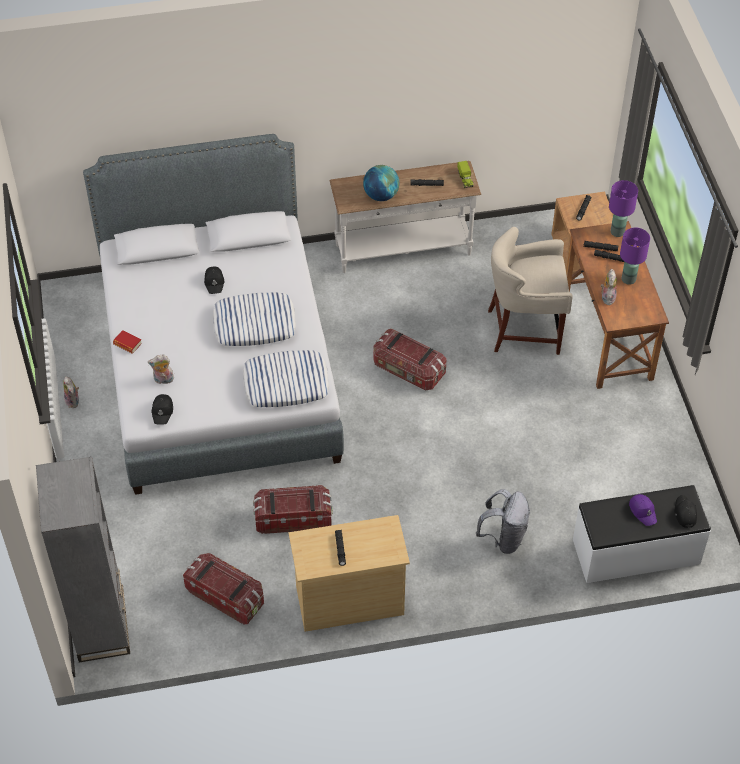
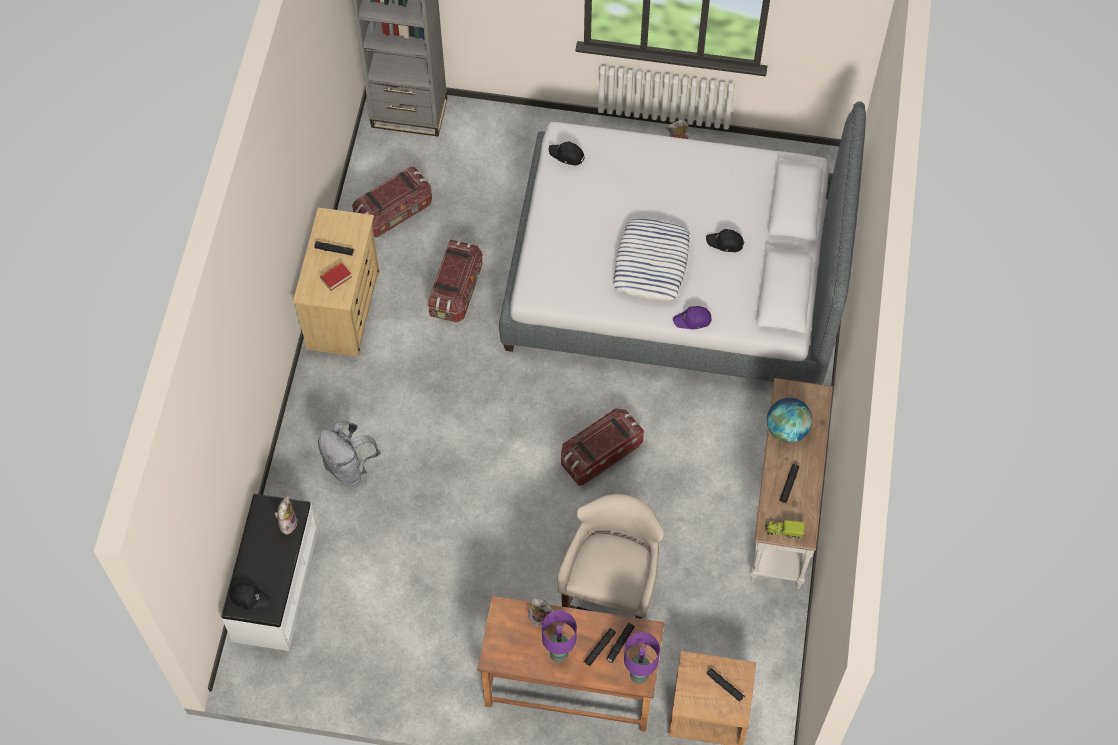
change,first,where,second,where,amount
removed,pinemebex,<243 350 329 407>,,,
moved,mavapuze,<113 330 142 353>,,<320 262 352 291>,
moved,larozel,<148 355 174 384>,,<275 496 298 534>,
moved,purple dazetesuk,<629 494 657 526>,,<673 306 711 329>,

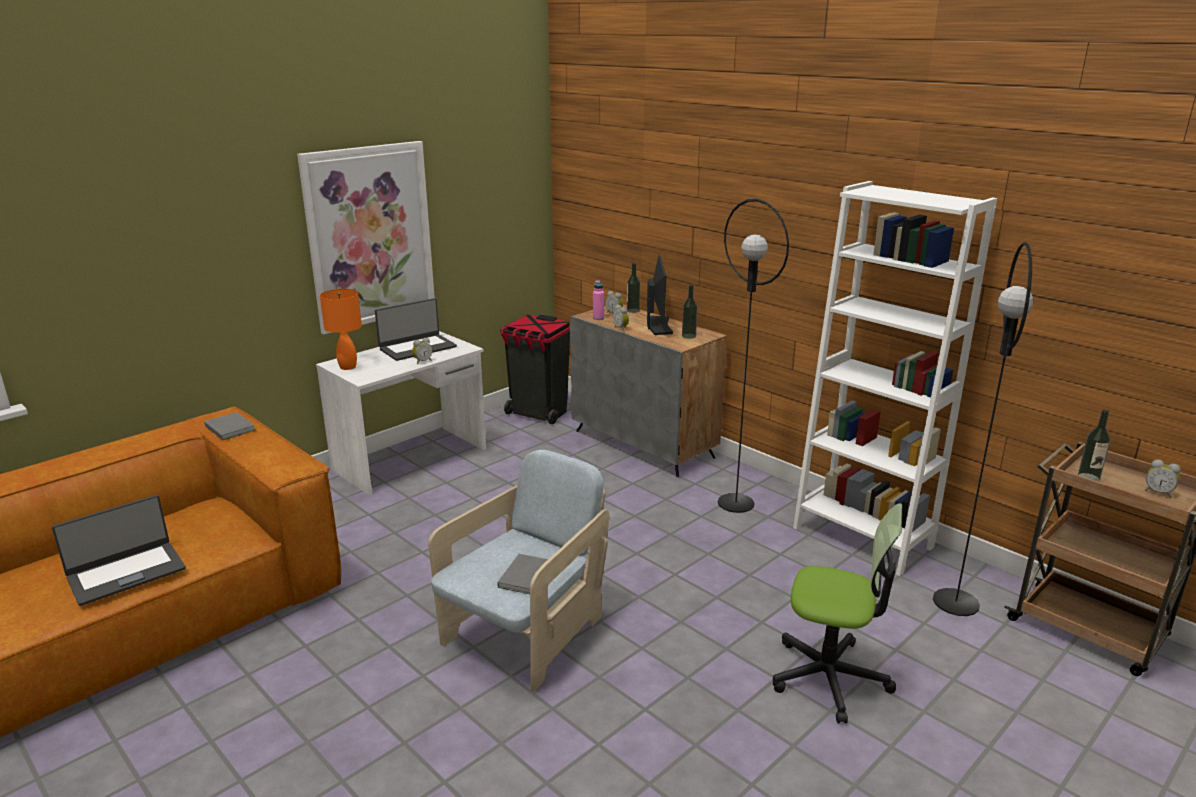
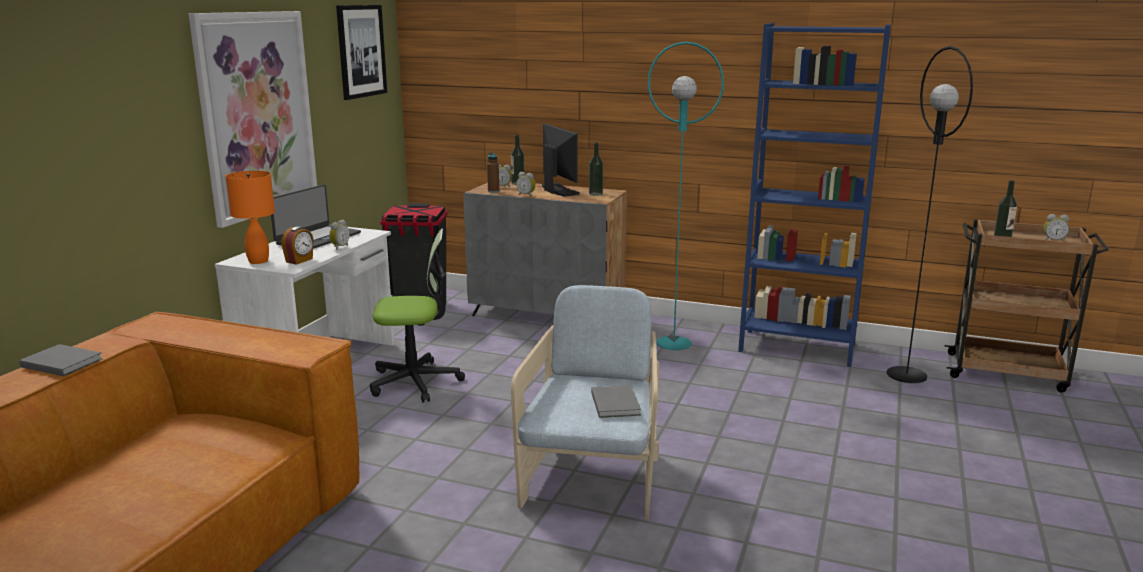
change,first,where,second,where,amount
removed,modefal,<52 495 186 606>,,,
added,,,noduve,<281 226 314 265>,
added,,,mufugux,<336 5 387 100>,
moved,grey mavapuze,<204 412 255 440>,,<19 344 103 376>,
moved,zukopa,<773 503 903 724>,,<370 228 465 402>,
recoloured,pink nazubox,<593 280 604 320>,brown nazubox,<487 152 499 193>,
recoloured,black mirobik,<718 199 789 513>,turquoise mirobik,<648 42 724 350>,
recoloured,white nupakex,<793 181 997 576>,blue nupakex,<738 23 891 367>,

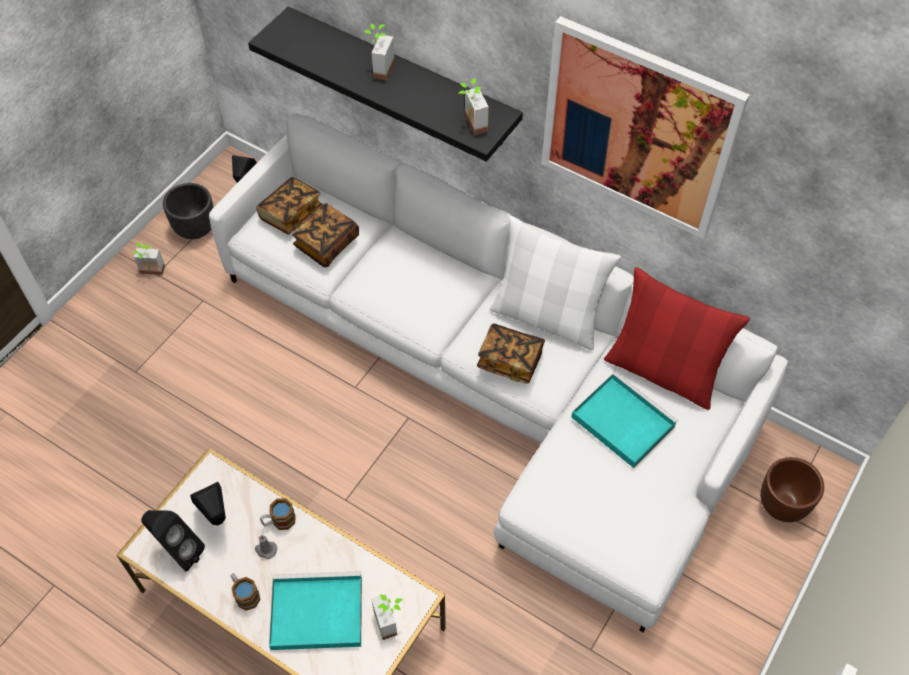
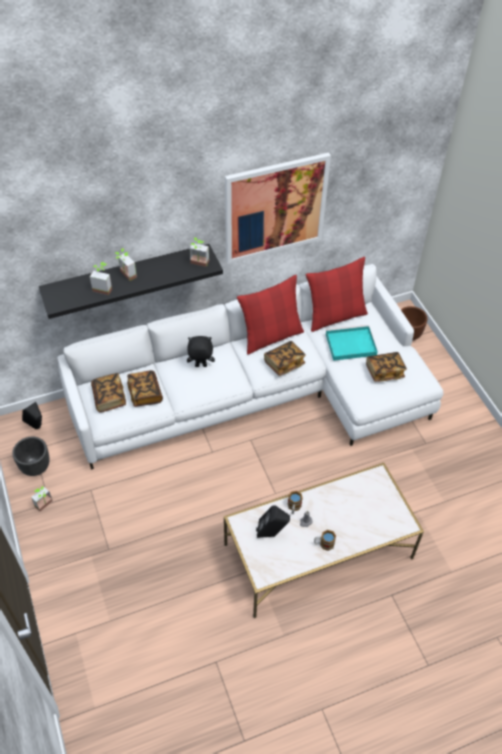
change,first,where,second,where,amount
removed,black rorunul,<141 510 205 572>,,,
removed,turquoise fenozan,<269 571 362 650>,,,
added,,,black larozel,<187 336 215 367>,
added,,,mavapuze,<366 352 407 382>,
moved,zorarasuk,<371 594 403 640>,,<90 262 112 295>,
recoloured,white pinemebex,<490 216 621 350>,red pinemebex,<237 275 304 355>,

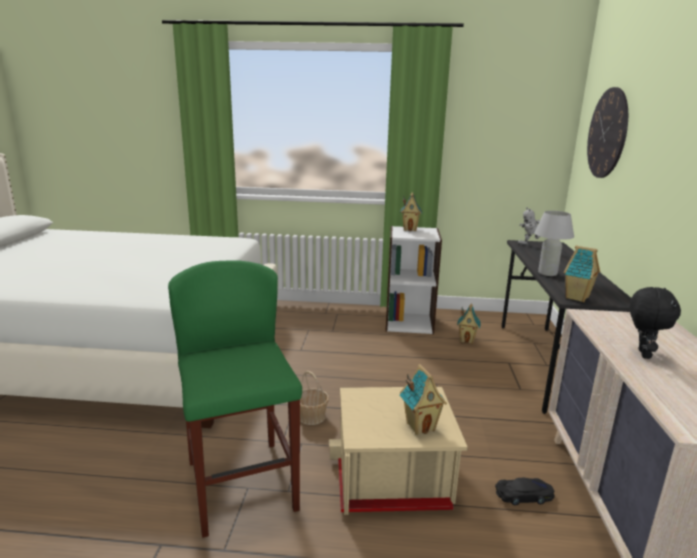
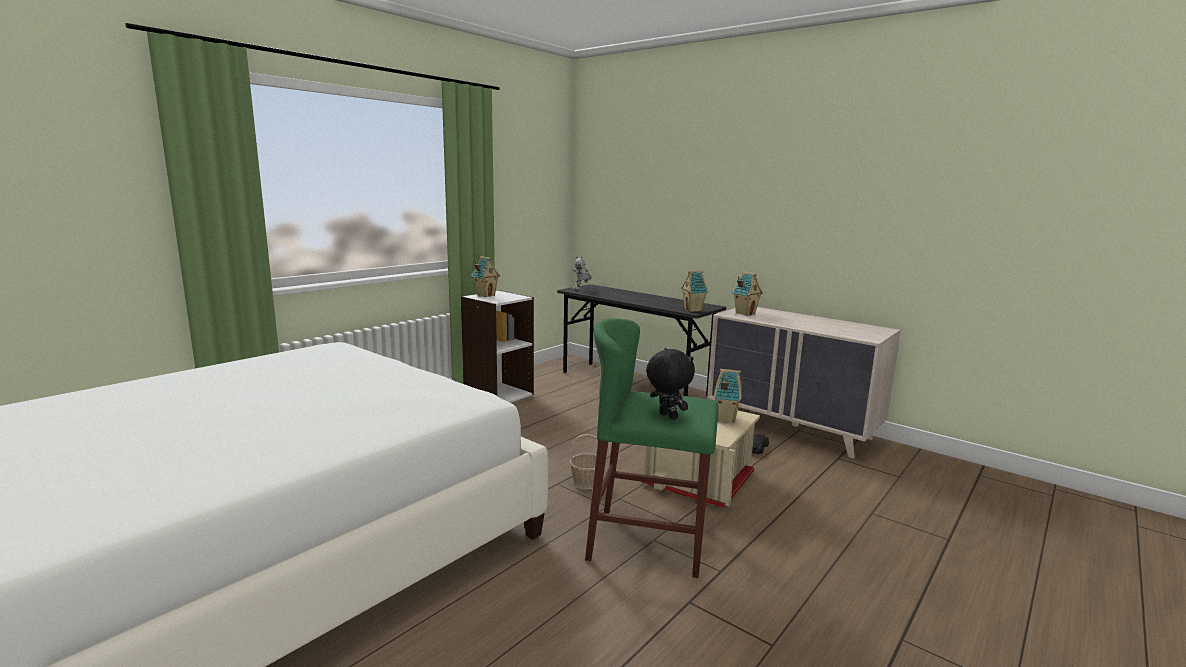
change,first,where,second,where,amount
removed,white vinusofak,<534 211 574 276>,,,
removed,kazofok,<587 87 628 178>,,,
moved,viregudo,<457 303 481 344>,,<732 271 763 316>,
moved,black larozel,<629 287 681 359>,,<646 348 695 420>,

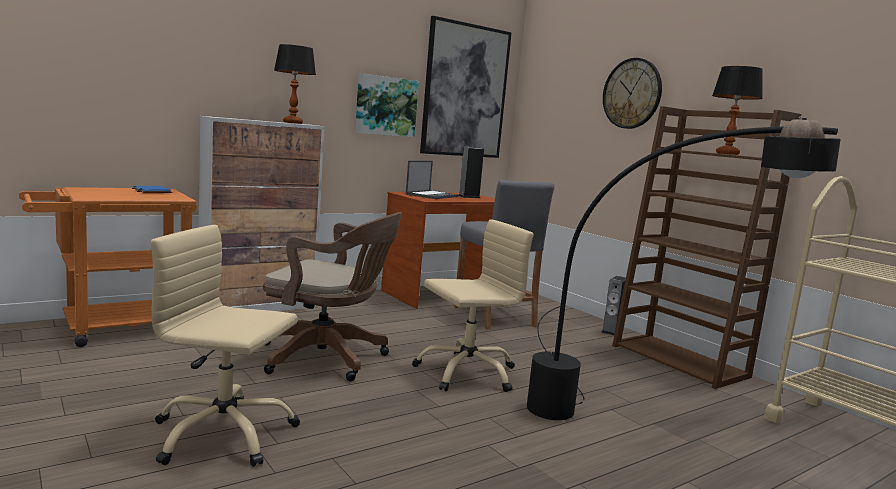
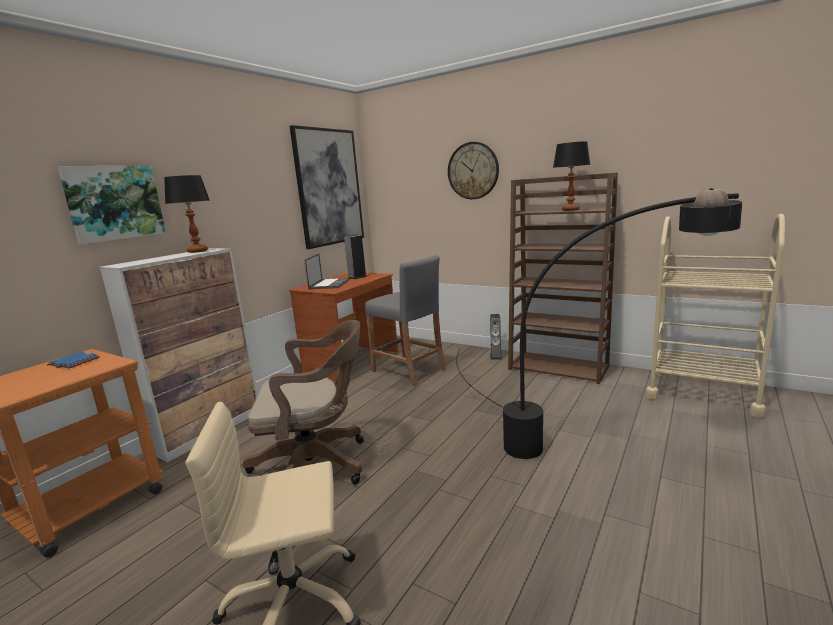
change,first,where,second,where,amount
removed,beige zukopa,<412 219 533 392>,,,
moved,mufugux,<355 73 419 137>,,<58 166 166 244>,

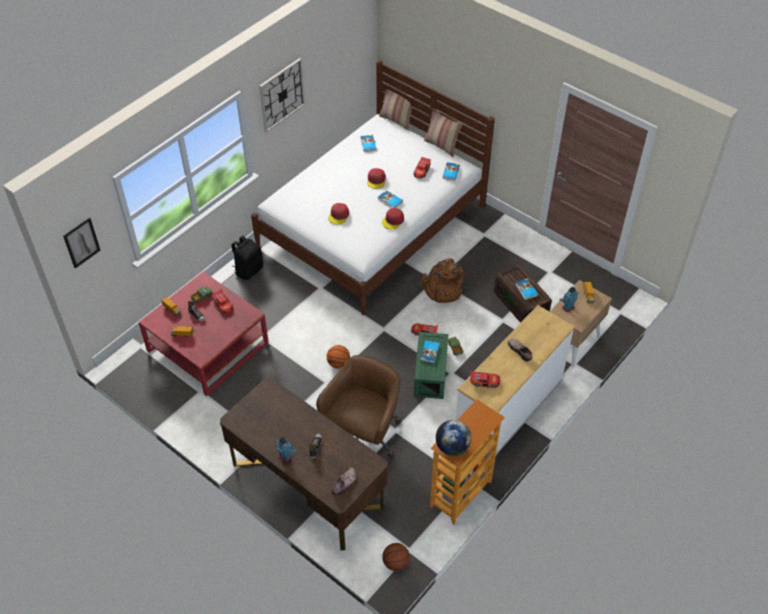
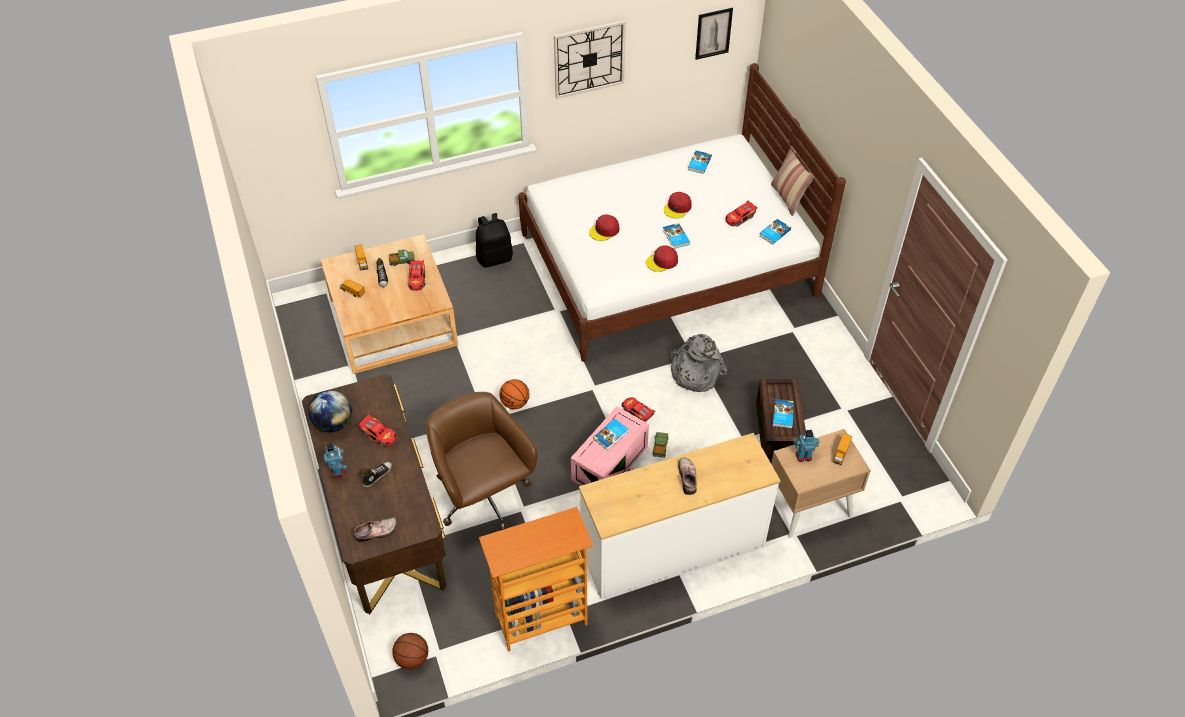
change,first,where,second,where,amount
removed,pinemebex,<379 84 416 130>,,,
moved,mufugux,<63 217 100 269>,,<695 8 733 60>,
moved,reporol,<436 420 471 456>,,<308 390 352 432>,
moved,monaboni,<470 370 500 388>,,<358 414 397 447>,
recoloured,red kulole,<138 272 269 396>,beige kulole,<321 234 458 374>,
recoloured,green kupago,<414 332 448 399>,pink kupago,<571 406 649 486>,
recoloured,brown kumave,<419 258 465 303>,grey kumave,<671 334 728 392>,
turned,brown zukopa,<316 355 401 457>,,<426 392 538 530>,90 degrees counterclockwise

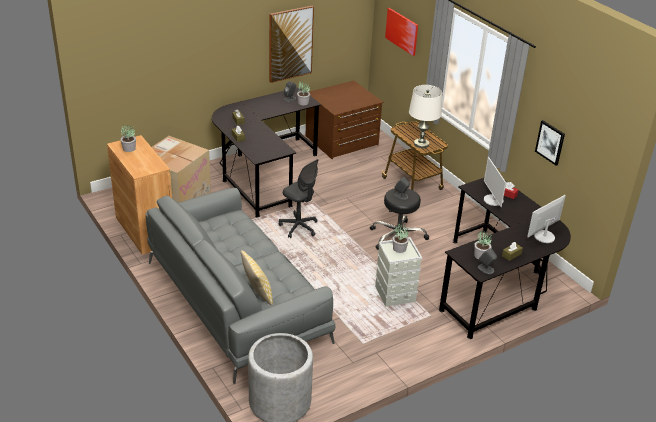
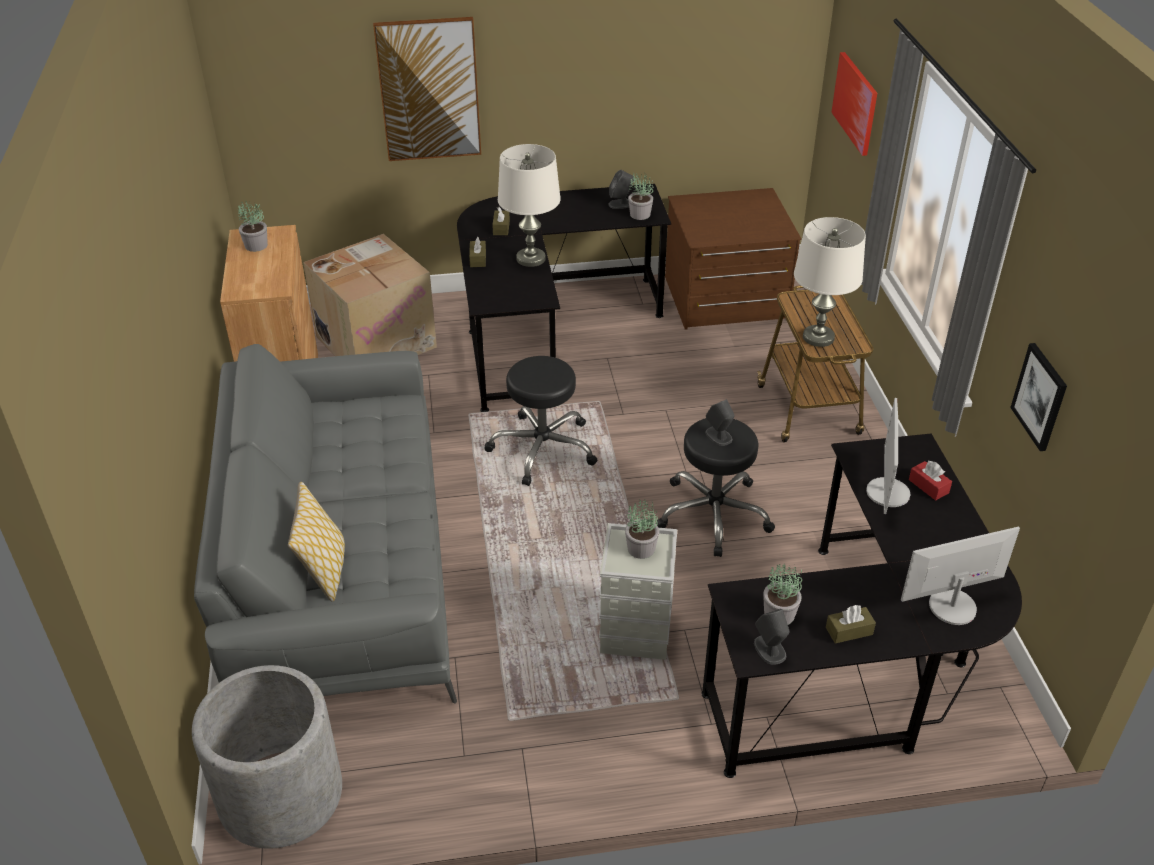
change,first,where,second,where,amount
added,,,white vinusofak,<498 144 561 267>,
moved,mufugux,<269 5 314 83>,,<373 17 481 161>,
replaced,grey zukopa,<279 159 319 238>,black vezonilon,<484 356 598 486>,

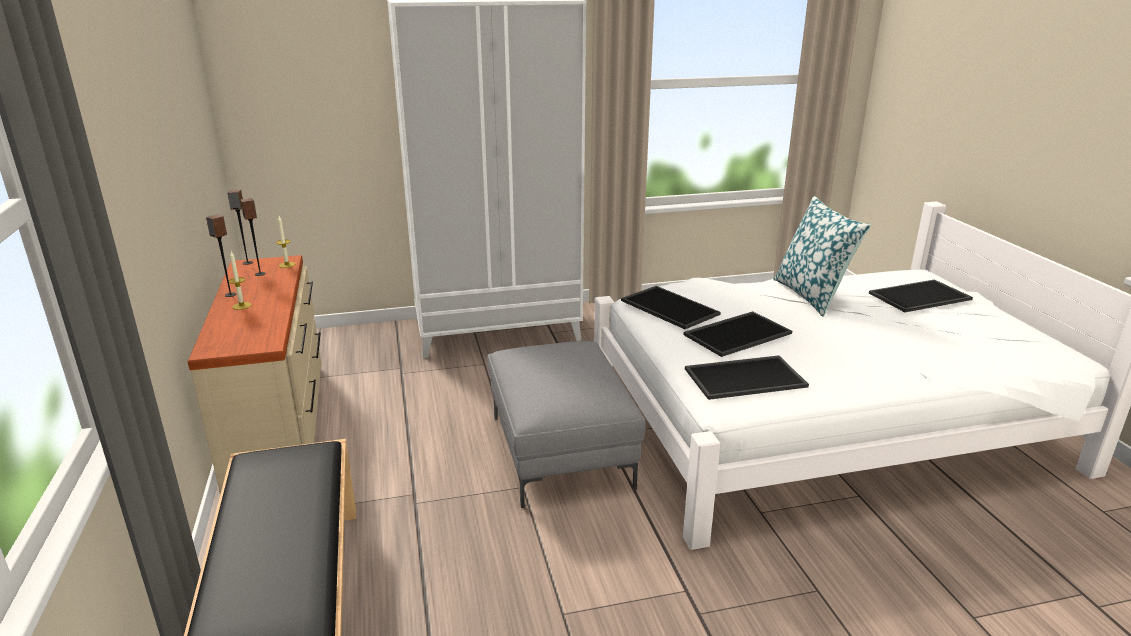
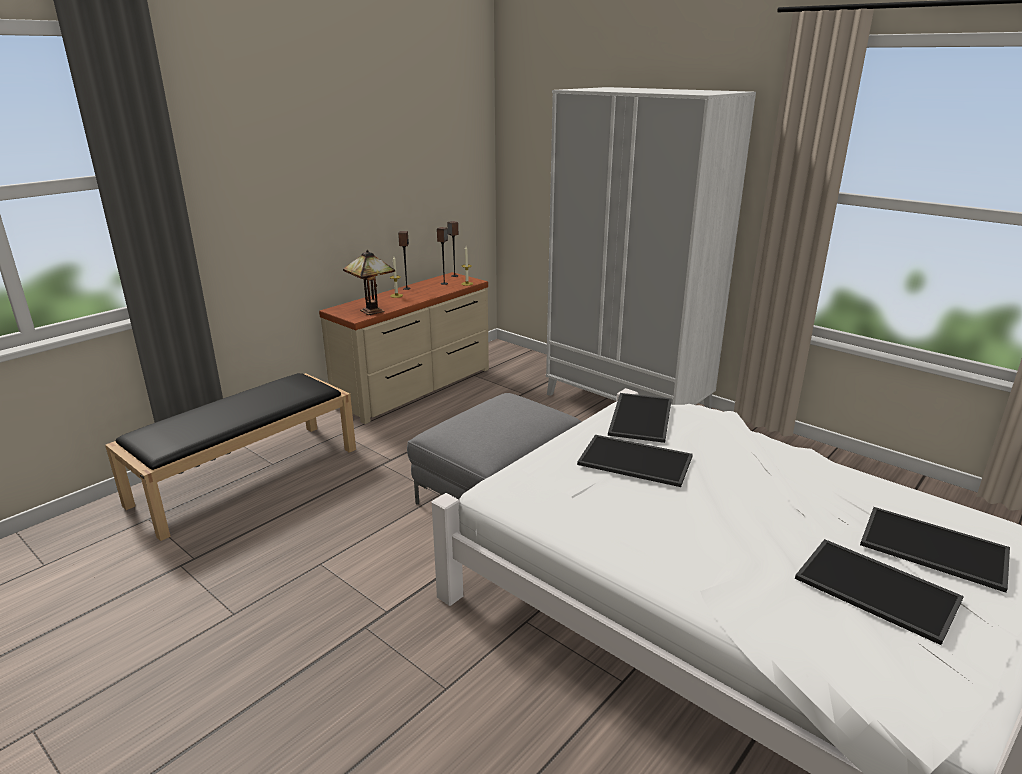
change,first,where,second,where,amount
removed,pinemebex,<773 196 871 317>,,,
added,,,vinusofak,<343 250 395 315>,
moved,fenozan,<685 355 809 400>,,<795 539 964 645>,

